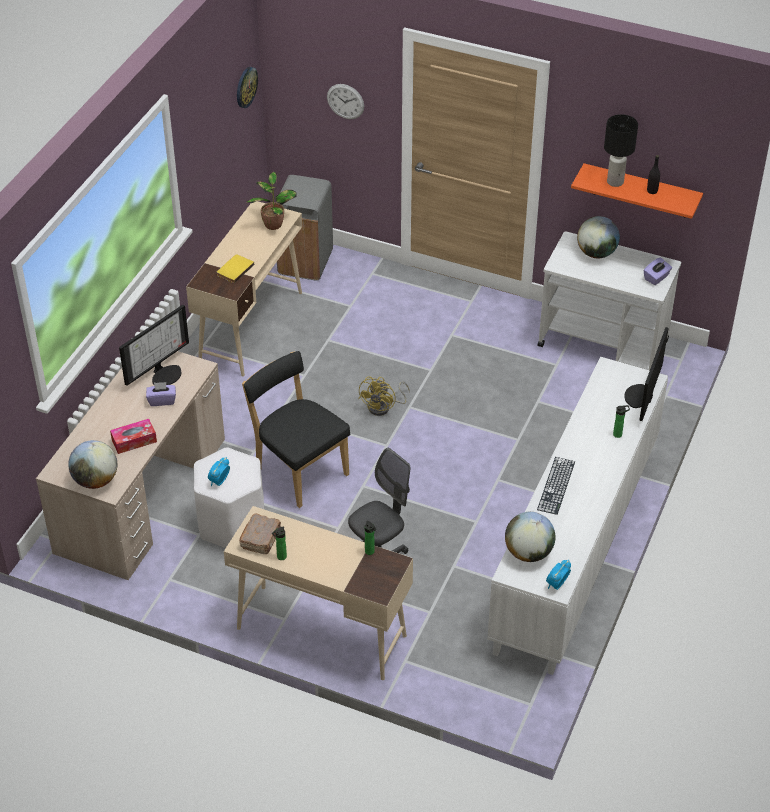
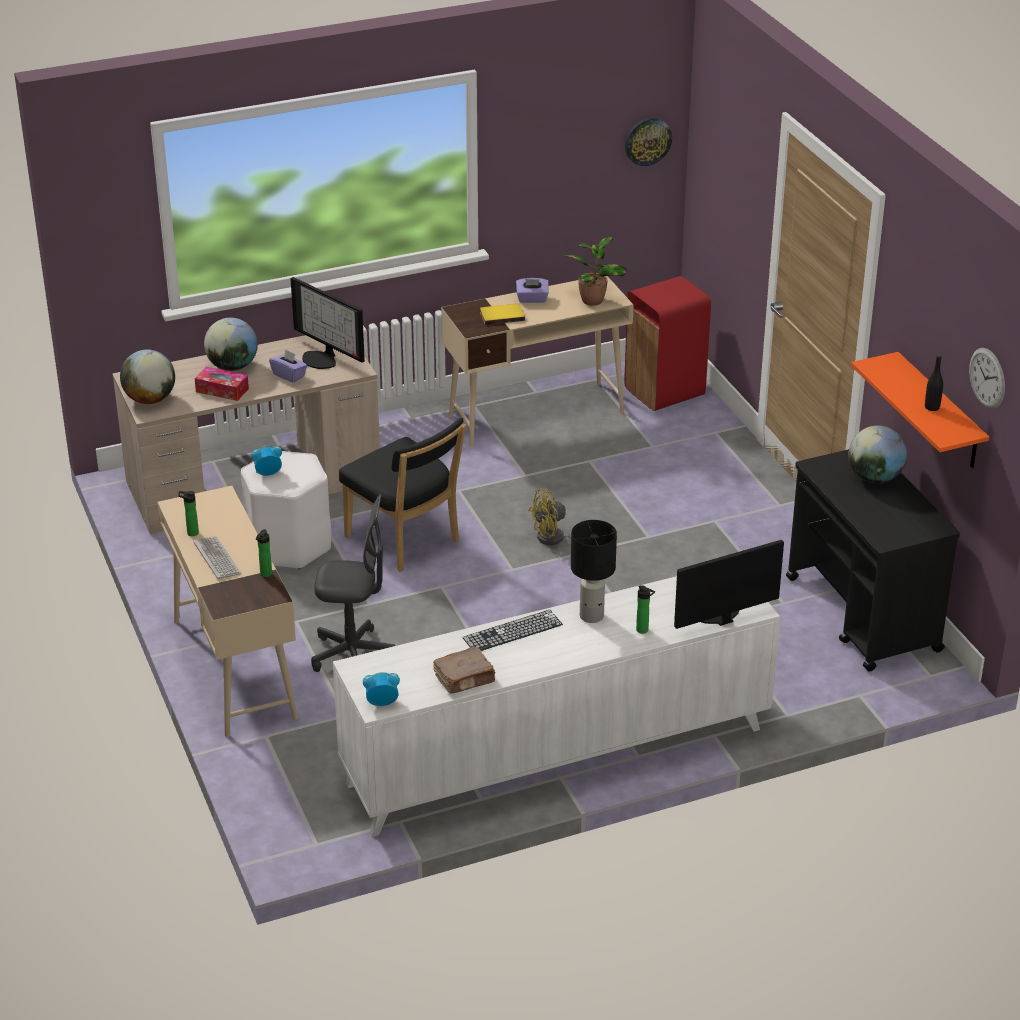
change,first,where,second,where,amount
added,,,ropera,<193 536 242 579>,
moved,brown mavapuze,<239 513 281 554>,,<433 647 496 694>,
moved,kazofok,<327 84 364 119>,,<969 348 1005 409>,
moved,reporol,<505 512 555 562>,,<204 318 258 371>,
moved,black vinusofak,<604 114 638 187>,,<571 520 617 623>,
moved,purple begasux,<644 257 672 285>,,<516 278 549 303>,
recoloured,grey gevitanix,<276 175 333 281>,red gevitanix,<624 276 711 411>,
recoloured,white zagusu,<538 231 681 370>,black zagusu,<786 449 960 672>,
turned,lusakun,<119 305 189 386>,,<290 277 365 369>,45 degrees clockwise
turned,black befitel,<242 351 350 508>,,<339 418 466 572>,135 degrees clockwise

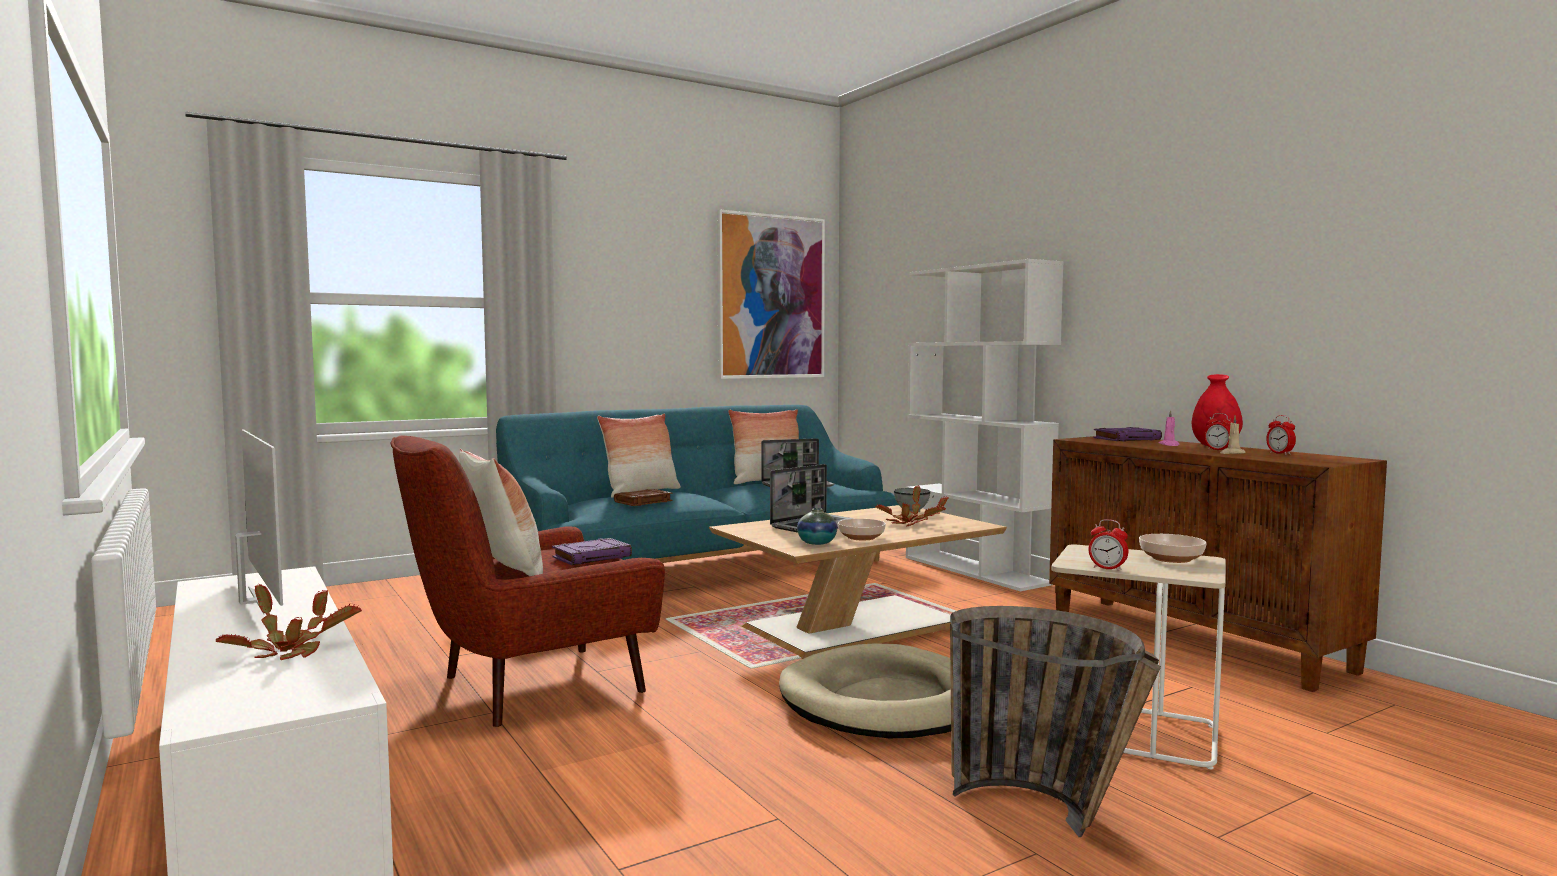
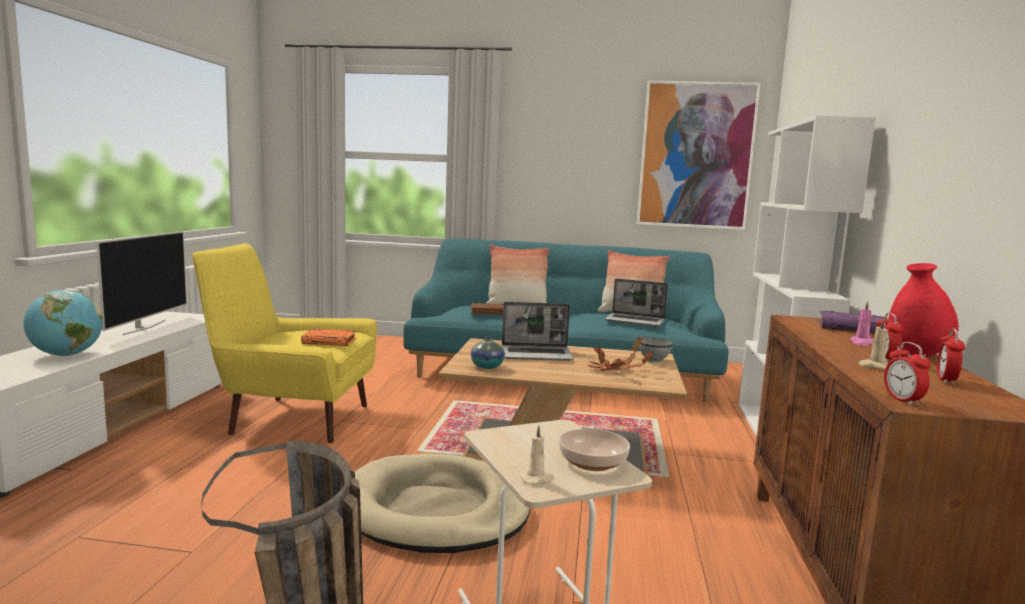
change,first,where,second,where,amount
removed,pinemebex,<459 449 543 576>,,,
removed,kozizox,<838 519 886 541>,,,
added,,,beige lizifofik,<520 425 554 485>,
moved,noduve,<1089 519 1128 571>,,<884 342 931 406>,
replaced,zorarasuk,<216 584 362 660>,reporol,<23 290 103 356>,
recoloured,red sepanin,<391 436 665 727>,yellow sepanin,<192 243 377 443>,
recoloured,purple mavapuze,<552 538 632 565>,orange mavapuze,<301 329 357 346>,

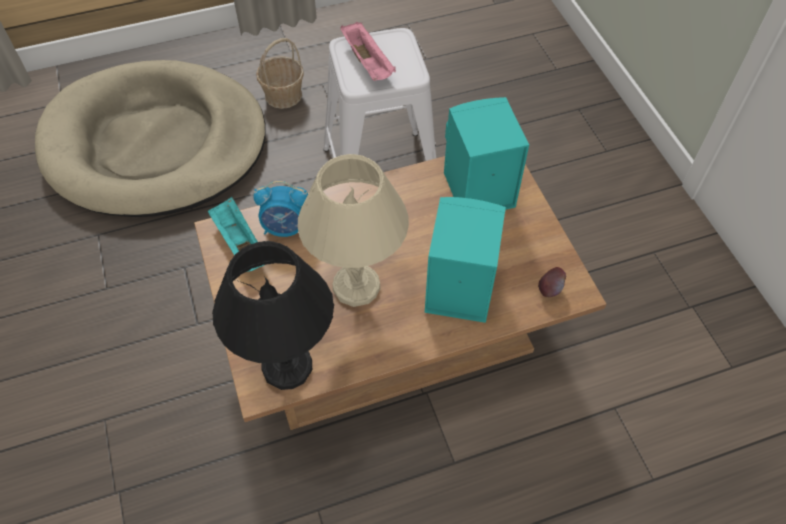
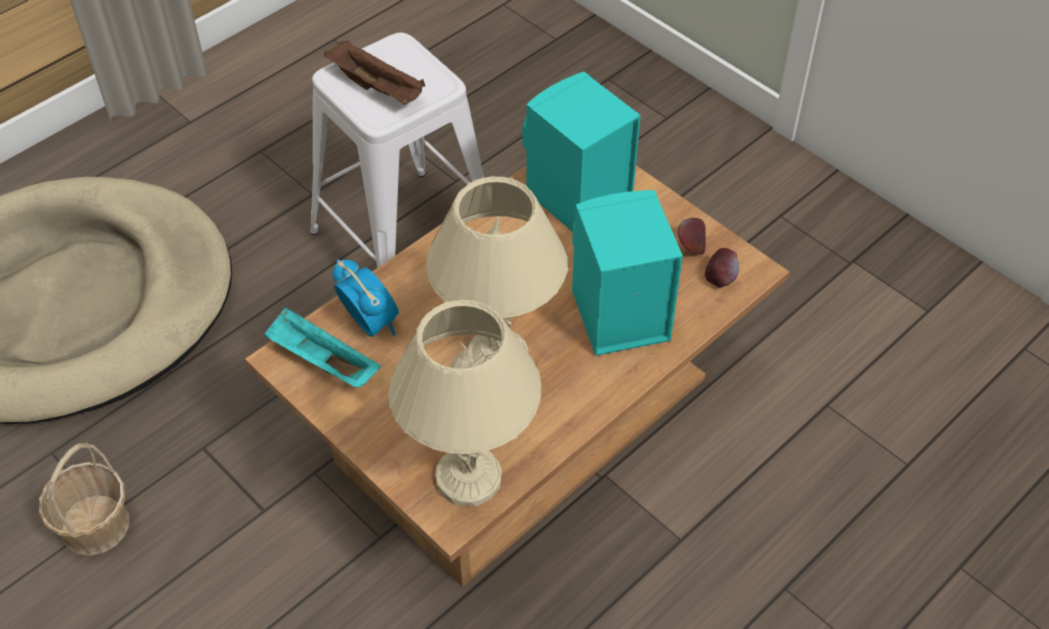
change,first,where,second,where,amount
added,,,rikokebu,<678 218 706 255>,
moved,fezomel,<256 38 304 109>,,<39 443 129 556>,
recoloured,black vinusofak,<212 241 334 390>,beige vinusofak,<389 300 541 506>,
recoloured,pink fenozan,<340 22 396 81>,brown fenozan,<324 41 425 105>,
turned,noduve,<254 181 308 237>,,<333 259 399 337>,105 degrees counterclockwise

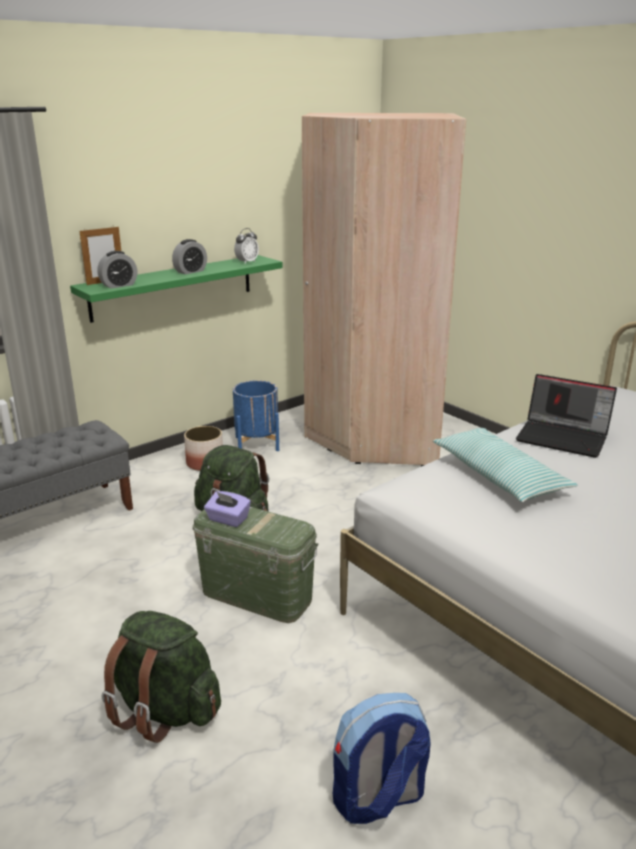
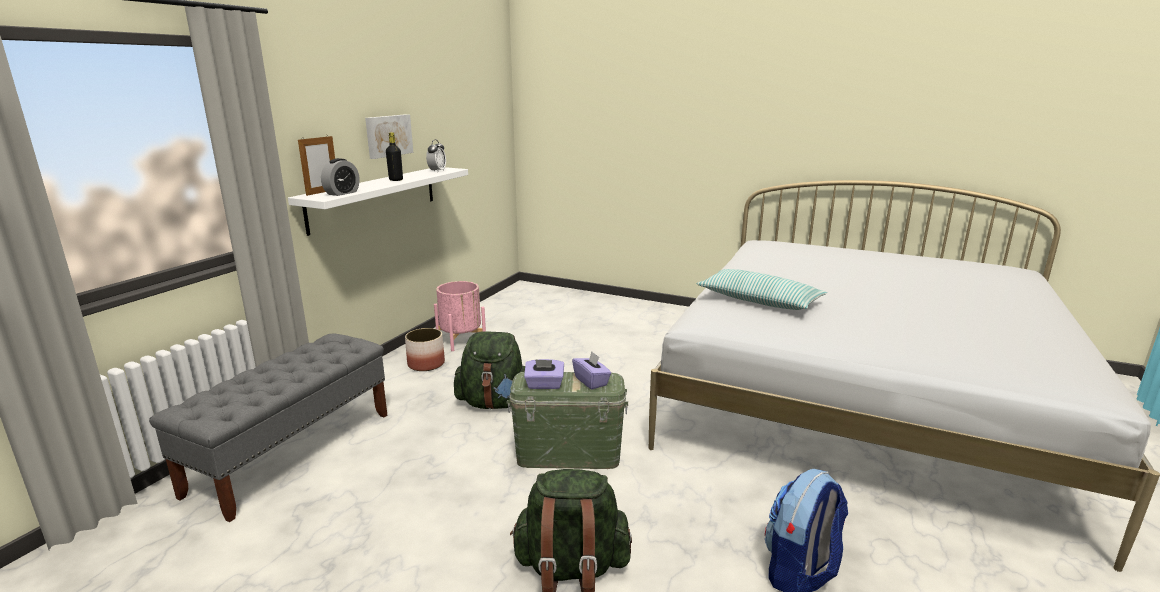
change,first,where,second,where,amount
removed,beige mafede,<302 113 466 466>,,,
removed,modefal,<516 374 617 458>,,,
added,,,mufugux,<365 114 413 159>,
added,,,purple begasux,<572 351 612 389>,
replaced,noduve,<172 239 207 275>,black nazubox,<386 132 403 181>,
recoloured,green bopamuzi,<70 255 283 323>,white bopamuzi,<288 167 468 236>,
recoloured,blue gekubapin,<233 380 279 451>,pink gekubapin,<434 281 486 351>,

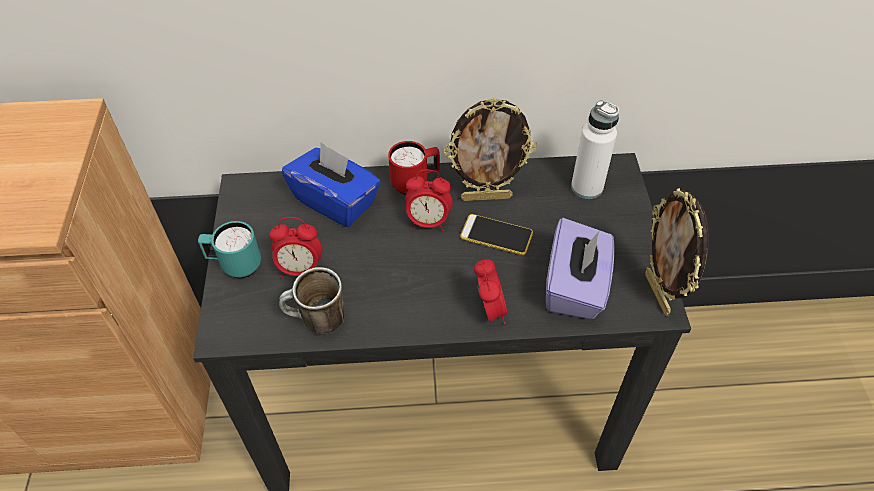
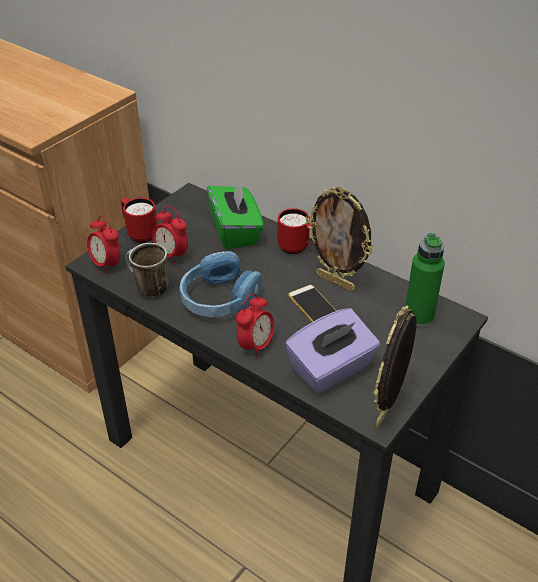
change,first,where,second,where,amount
added,,,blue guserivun,<179 251 262 317>,
moved,noduve,<405 170 453 231>,,<87 215 120 275>,
recoloured,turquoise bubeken,<198 221 261 278>,red bubeken,<121 197 157 243>,
recoloured,blue begasux,<282 142 381 227>,green begasux,<207 180 264 249>,
recoloured,white nazubox,<571 100 619 199>,green nazubox,<405 233 445 327>,

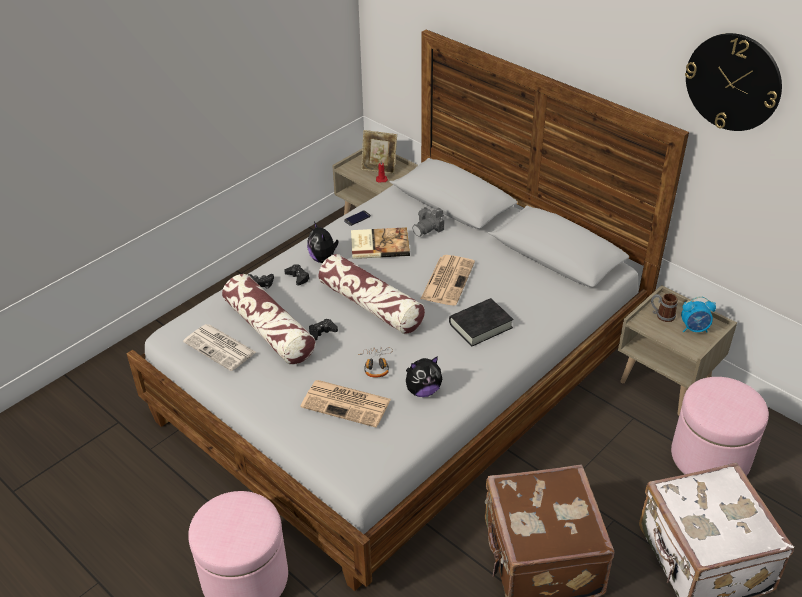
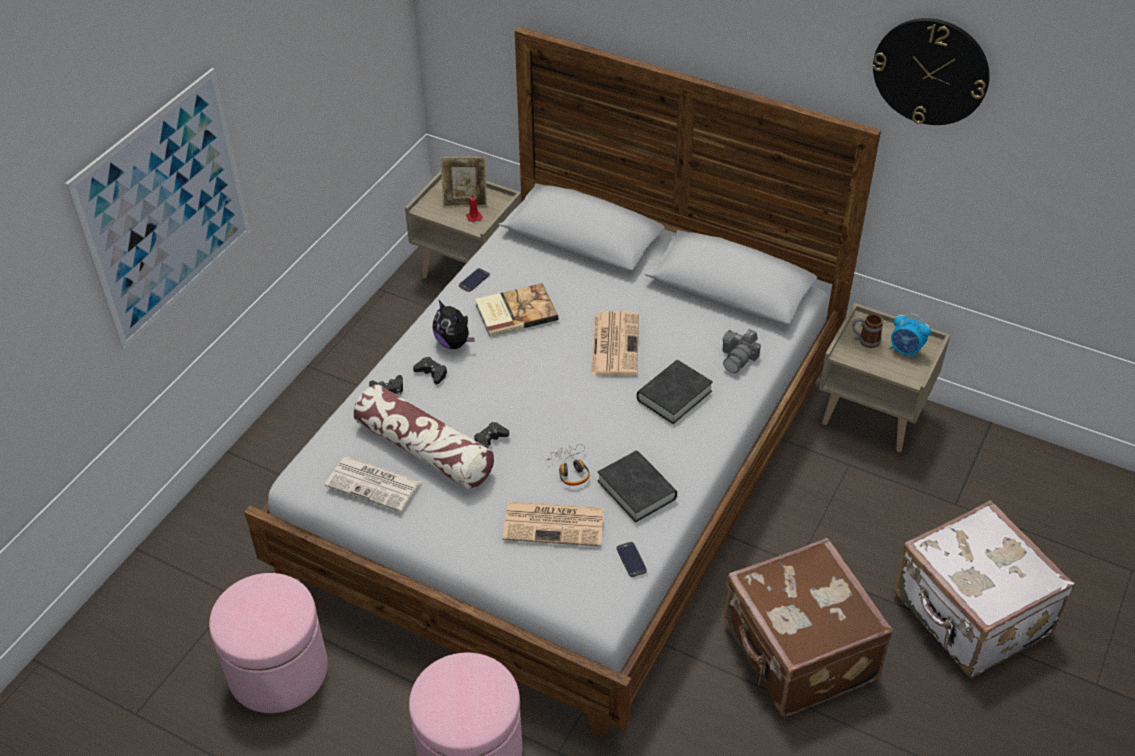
change,first,where,second,where,amount
removed,pinemebex,<319 254 425 334>,,,
added,,,mufugux,<65 68 251 350>,
added,,,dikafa,<617 542 647 577>,
moved,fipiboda,<412 207 444 237>,,<722 329 761 373>,
moved,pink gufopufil,<671 377 769 476>,,<209 573 328 713>,
replaced,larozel,<406 356 442 397>,black mavapuze,<598 451 677 522>,
turned,noduve,<681 296 716 332>,,<889 314 931 359>,45 degrees clockwise

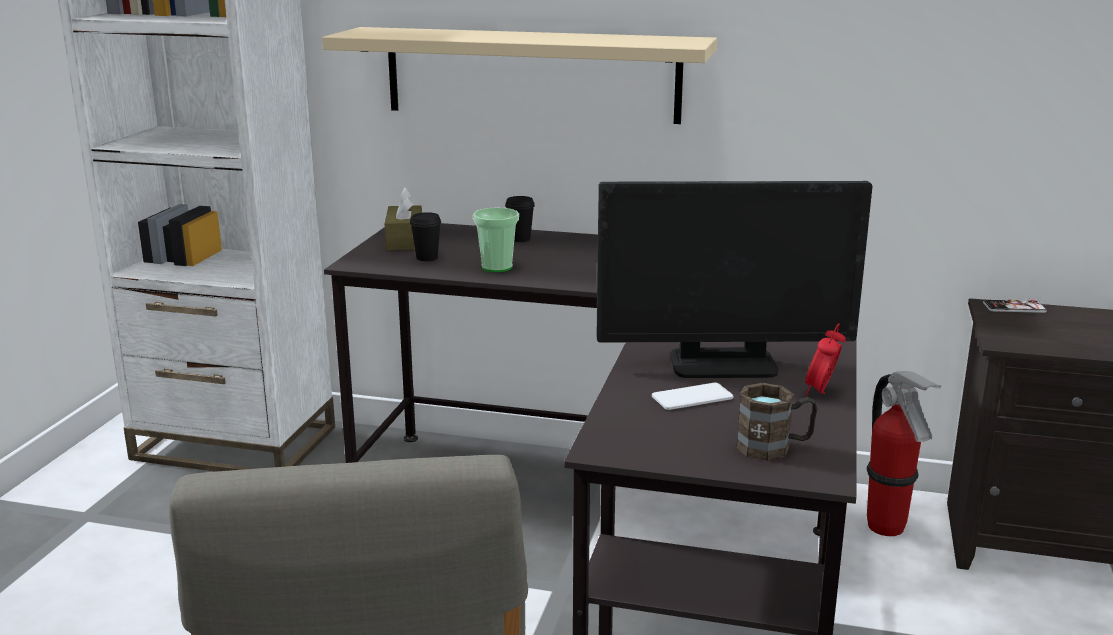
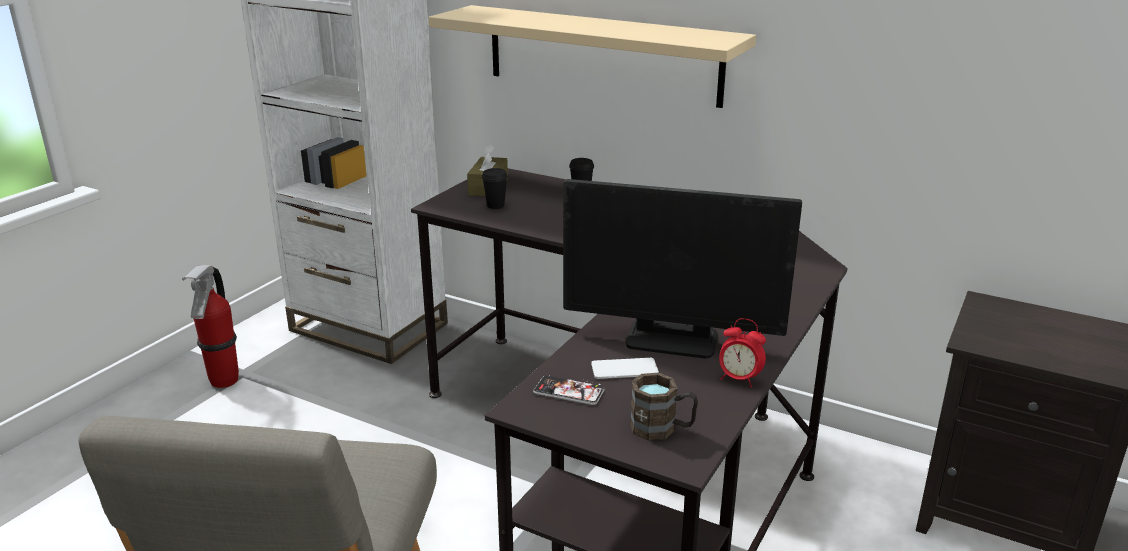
change,first,where,second,where,amount
removed,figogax,<473 208 519 272>,,,
moved,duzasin,<867 371 941 536>,,<182 265 239 388>,
moved,dikafa,<983 297 1047 313>,,<533 375 605 405>,
turned,noduve,<805 323 846 396>,,<719 318 766 388>,105 degrees counterclockwise

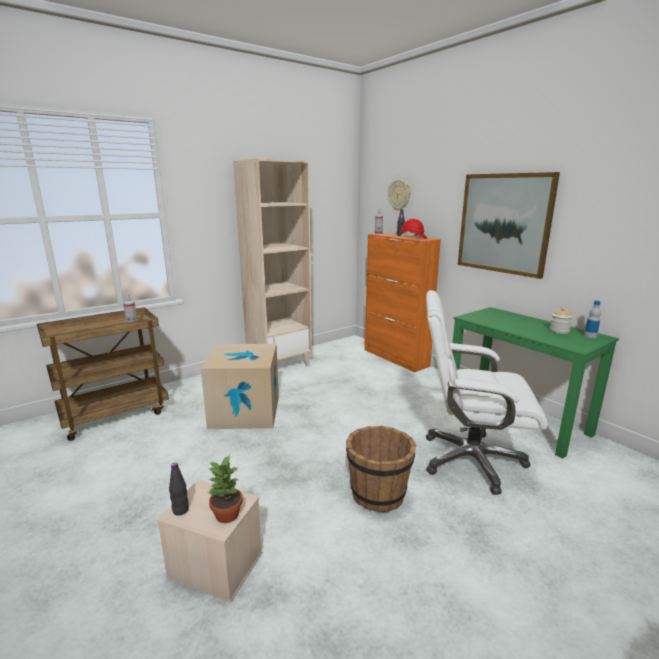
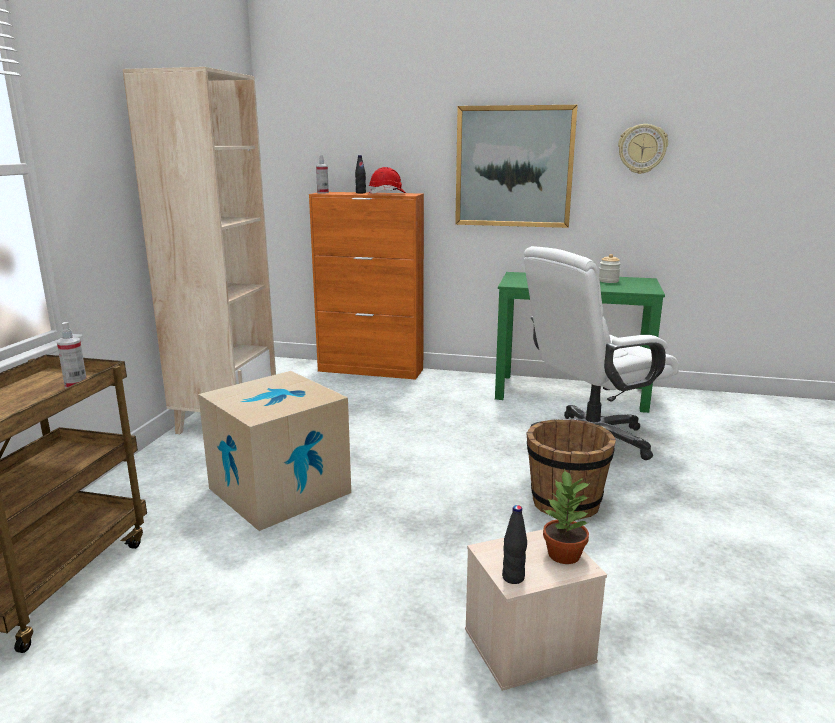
change,first,where,second,where,amount
removed,nazubox,<584 301 601 338>,,,
moved,kazofok,<388 179 410 211>,,<618 124 668 174>,

